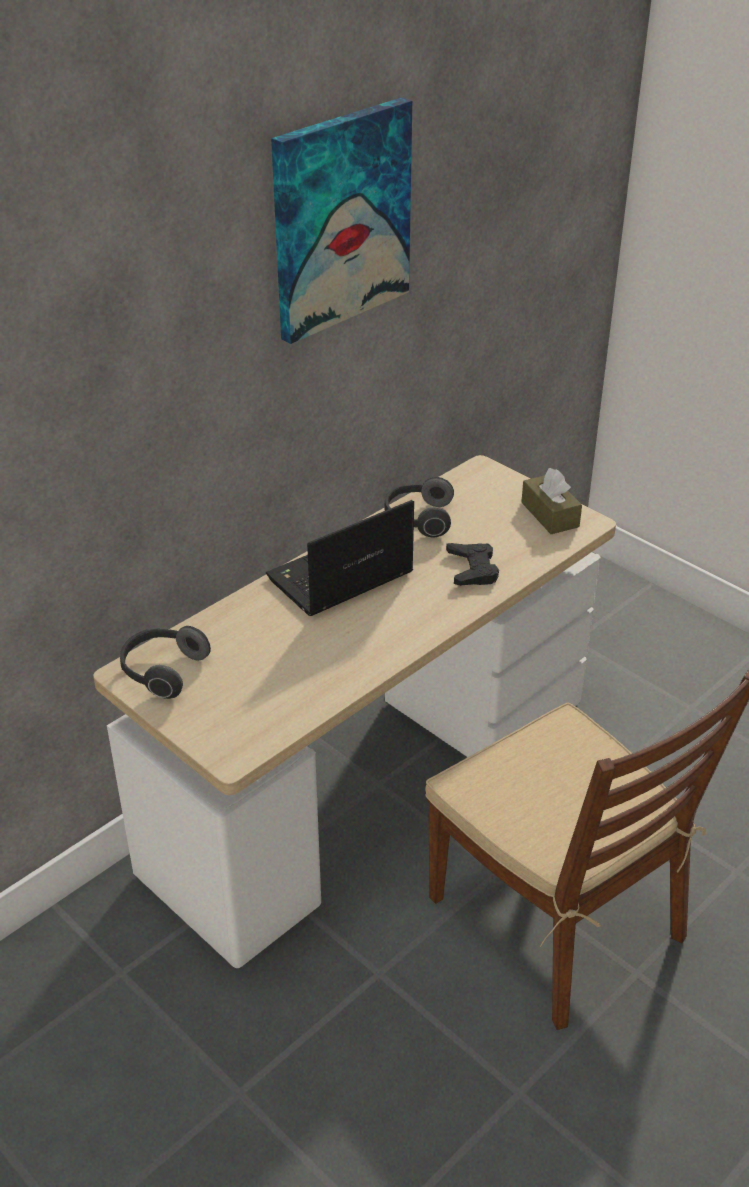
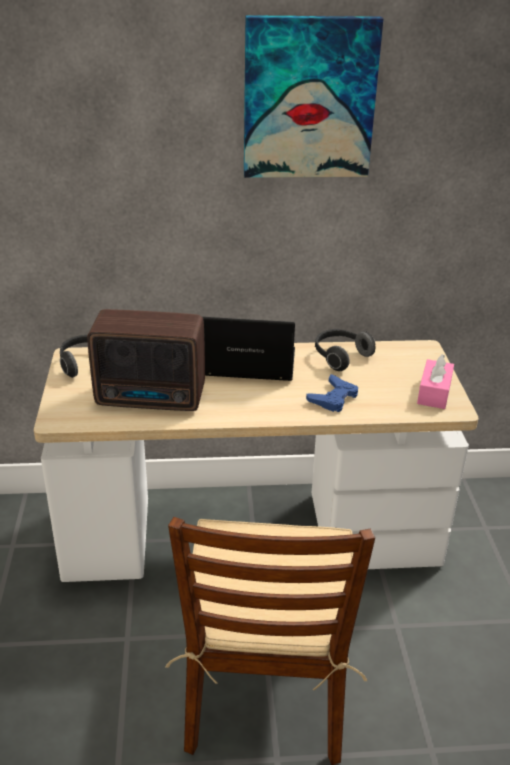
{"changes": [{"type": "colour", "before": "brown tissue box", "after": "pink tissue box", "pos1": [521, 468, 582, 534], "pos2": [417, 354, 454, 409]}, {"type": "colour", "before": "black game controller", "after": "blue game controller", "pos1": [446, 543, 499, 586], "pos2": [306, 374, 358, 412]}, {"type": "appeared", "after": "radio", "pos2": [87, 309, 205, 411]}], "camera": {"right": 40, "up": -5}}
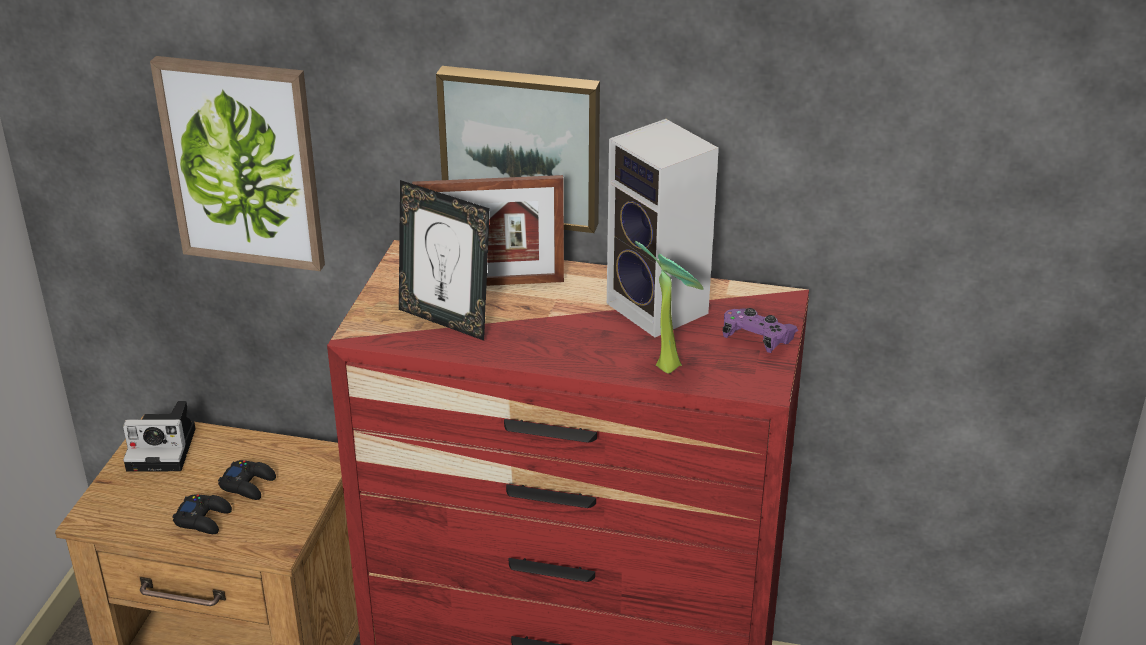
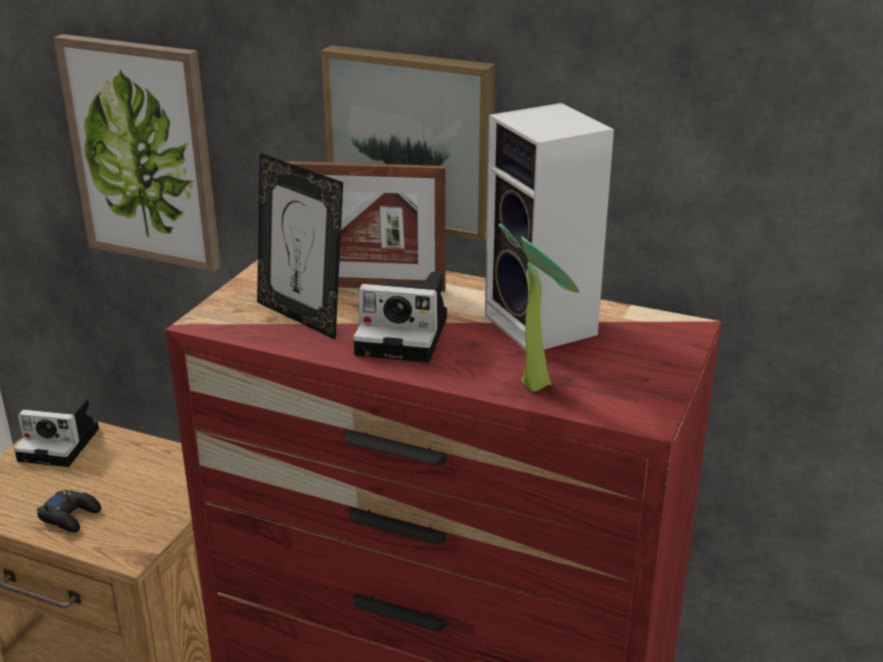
{"changes": [{"type": "missing", "before": "purple game controller", "pos1": [722, 308, 798, 353]}, {"type": "missing", "before": "black game controller", "pos1": [218, 460, 276, 500]}, {"type": "appeared", "after": "photo camera", "pos2": [353, 272, 447, 363]}], "camera": {"right": 10, "up": -5}}
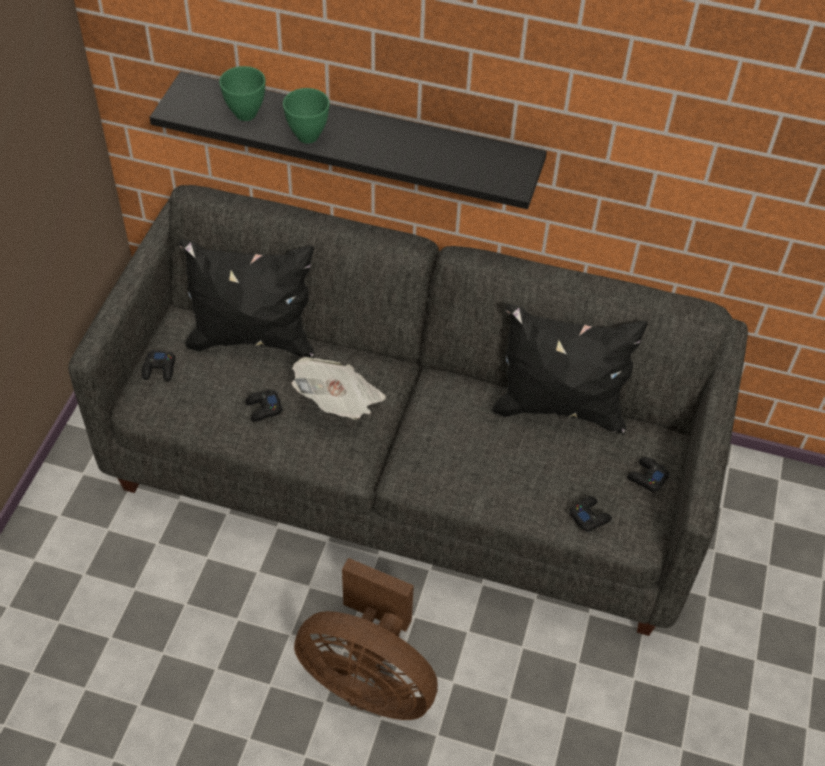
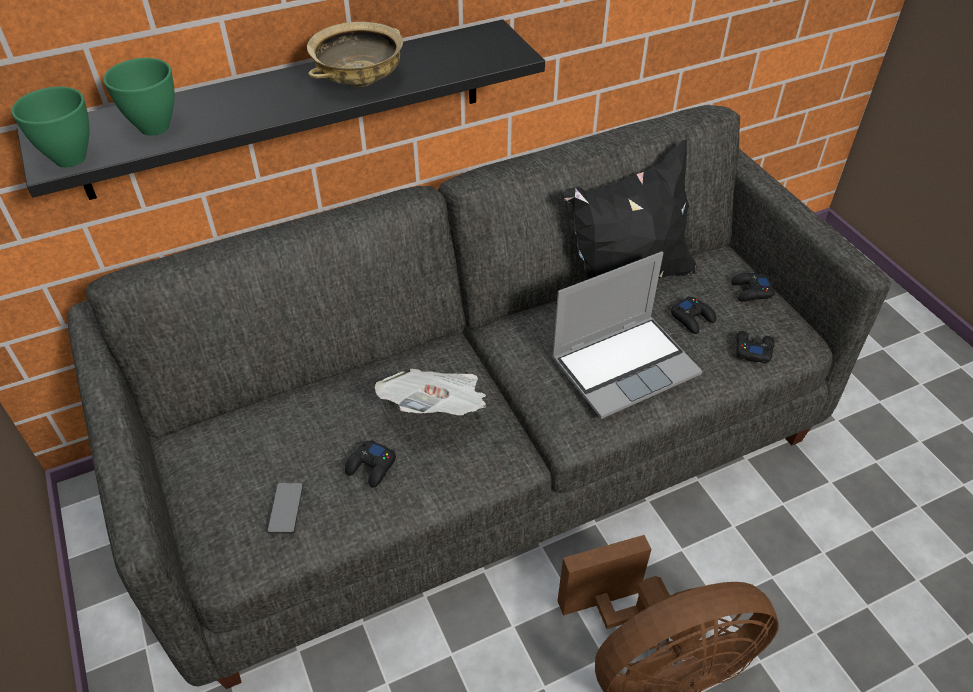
{"changes": [{"type": "relocated", "before": "green bowl", "pos1": [283, 88, 330, 144], "pos2": [11, 87, 90, 167]}, {"type": "missing", "before": "black pillow", "pos1": [178, 239, 315, 358]}, {"type": "relocated", "before": "black game controller", "pos1": [142, 350, 175, 382], "pos2": [671, 296, 716, 334]}, {"type": "appeared", "after": "beige bowl", "pos2": [307, 22, 403, 87]}, {"type": "appeared", "after": "laptop", "pos2": [552, 251, 702, 419]}, {"type": "appeared", "after": "phone", "pos2": [267, 482, 303, 534]}], "camera": {"right": -40, "up": -5}}
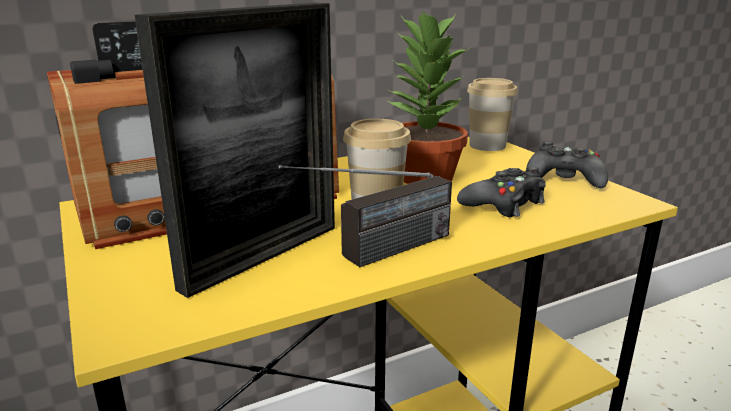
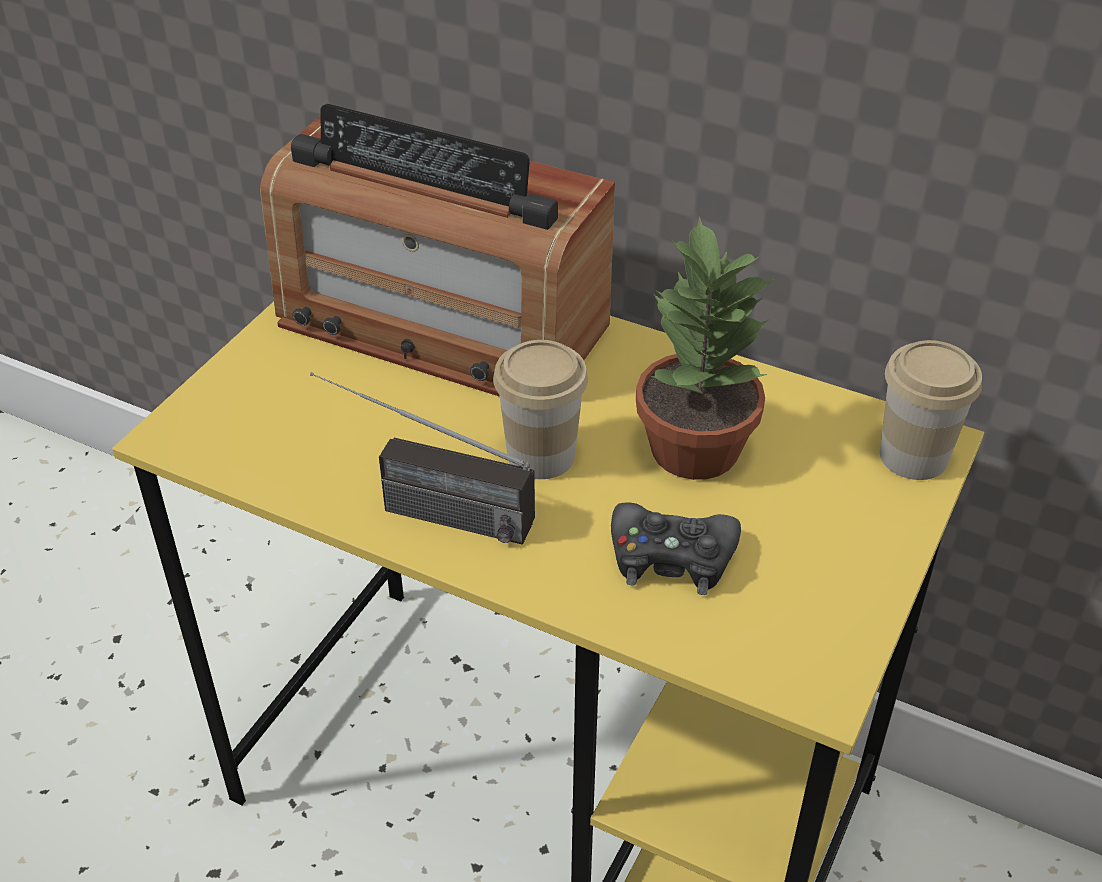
{"changes": [{"type": "missing", "before": "picture frame", "pos1": [135, 3, 335, 298]}, {"type": "missing", "before": "black game controller", "pos1": [526, 141, 608, 188]}], "camera": {"right": 55, "up": 20}}
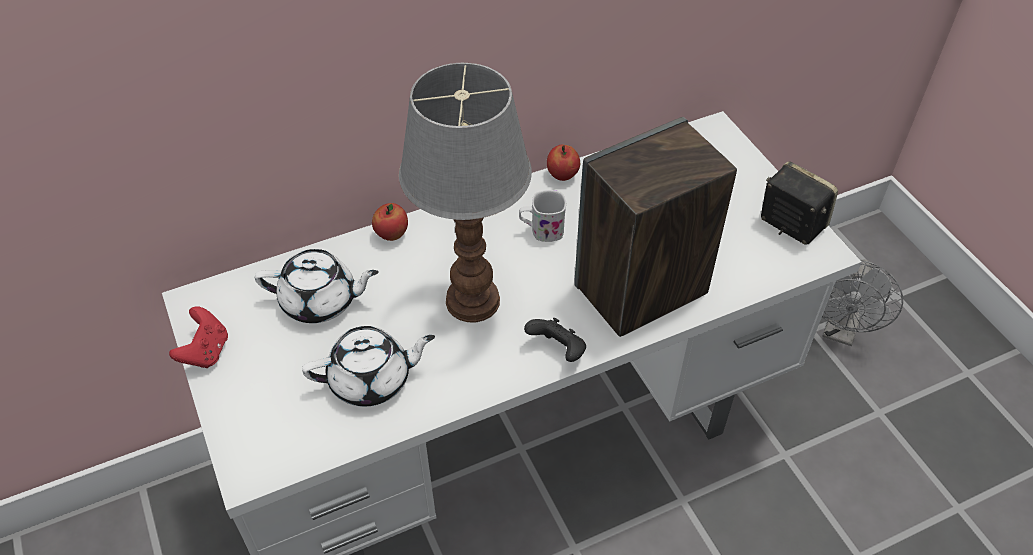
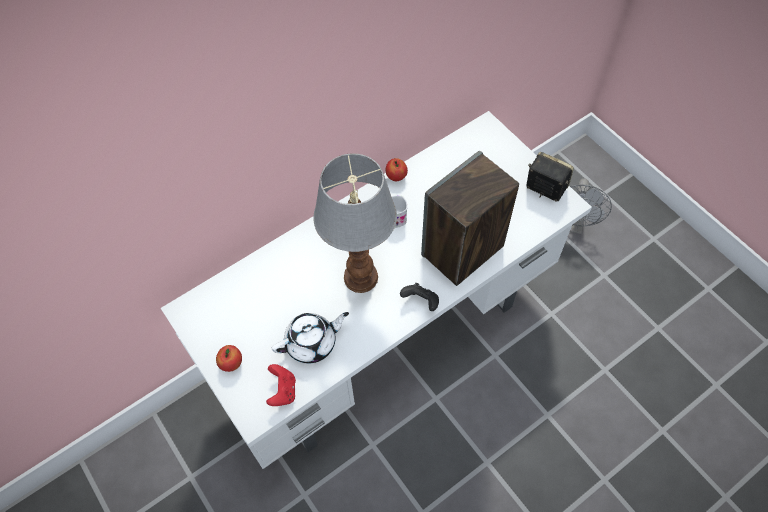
{"changes": [{"type": "relocated", "before": "apple", "pos1": [372, 203, 408, 241], "pos2": [216, 345, 242, 372]}, {"type": "missing", "before": "white teapot", "pos1": [255, 249, 379, 323]}, {"type": "relocated", "before": "red game controller", "pos1": [169, 306, 228, 368], "pos2": [266, 364, 296, 406]}], "camera": {"right": -10, "up": 10}}
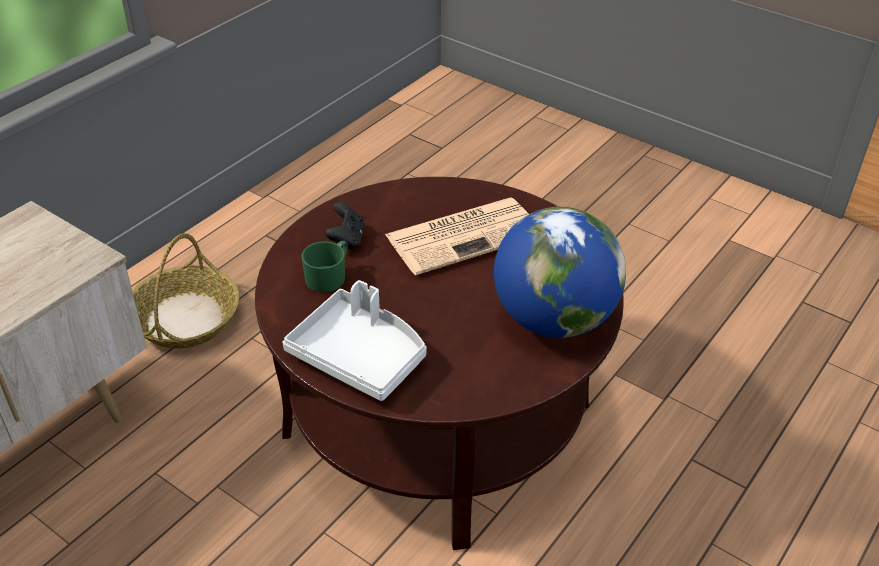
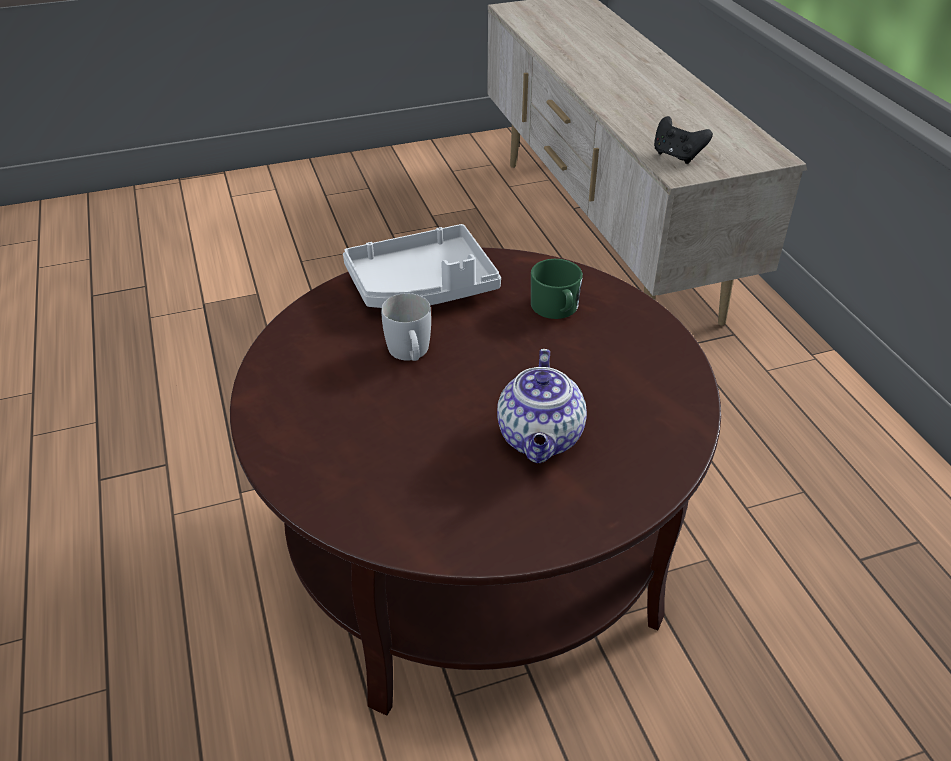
{"changes": [{"type": "exchanged", "before": "newspaper", "after": "teapot", "pos1": [385, 197, 529, 275], "pos2": [497, 349, 587, 463]}, {"type": "relocated", "before": "black game controller", "pos1": [325, 202, 365, 250], "pos2": [654, 116, 713, 164]}, {"type": "missing", "before": "globe", "pos1": [494, 207, 626, 338]}, {"type": "missing", "before": "basket", "pos1": [132, 233, 239, 349]}, {"type": "appeared", "after": "white mug", "pos2": [381, 293, 431, 361]}], "camera": {"right": 125, "up": 0}}
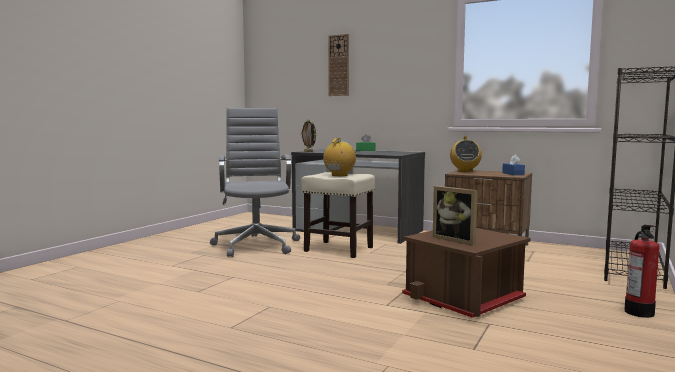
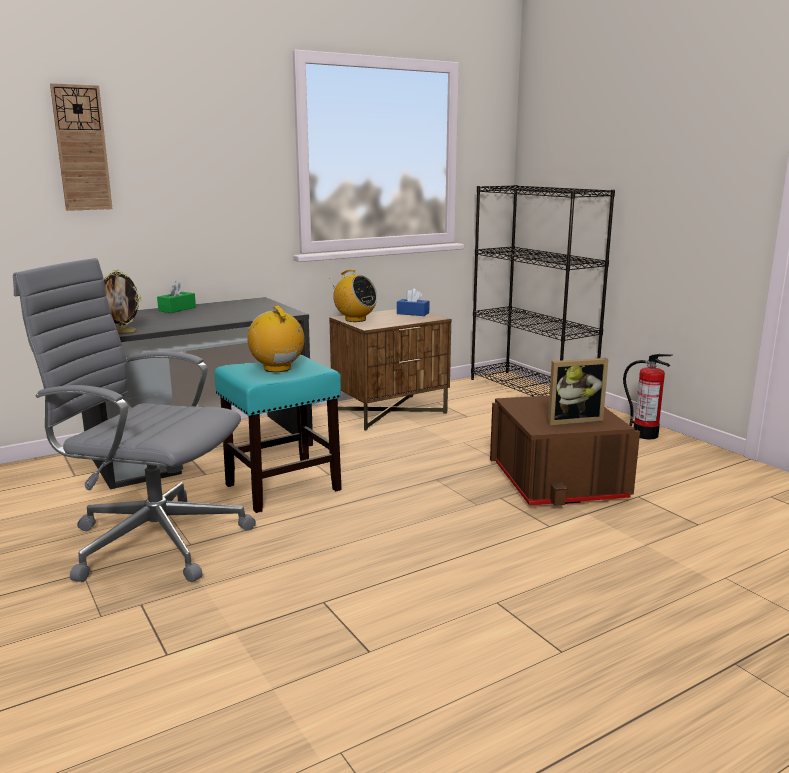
{"changes": [{"type": "colour", "before": "beige stool", "after": "turquoise stool", "pos1": [301, 172, 375, 258], "pos2": [214, 355, 342, 513]}], "camera": {"right": -60, "up": 10}}
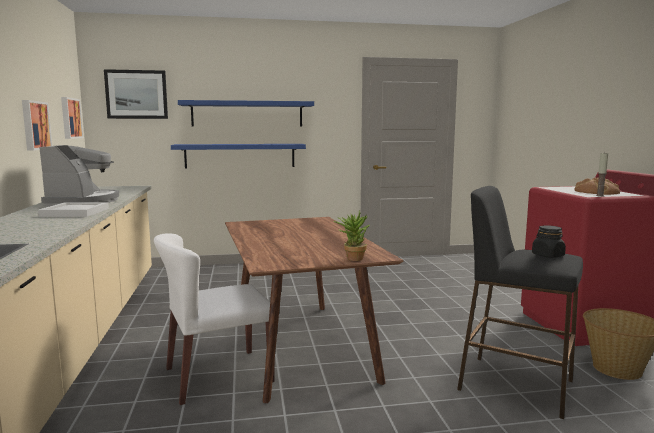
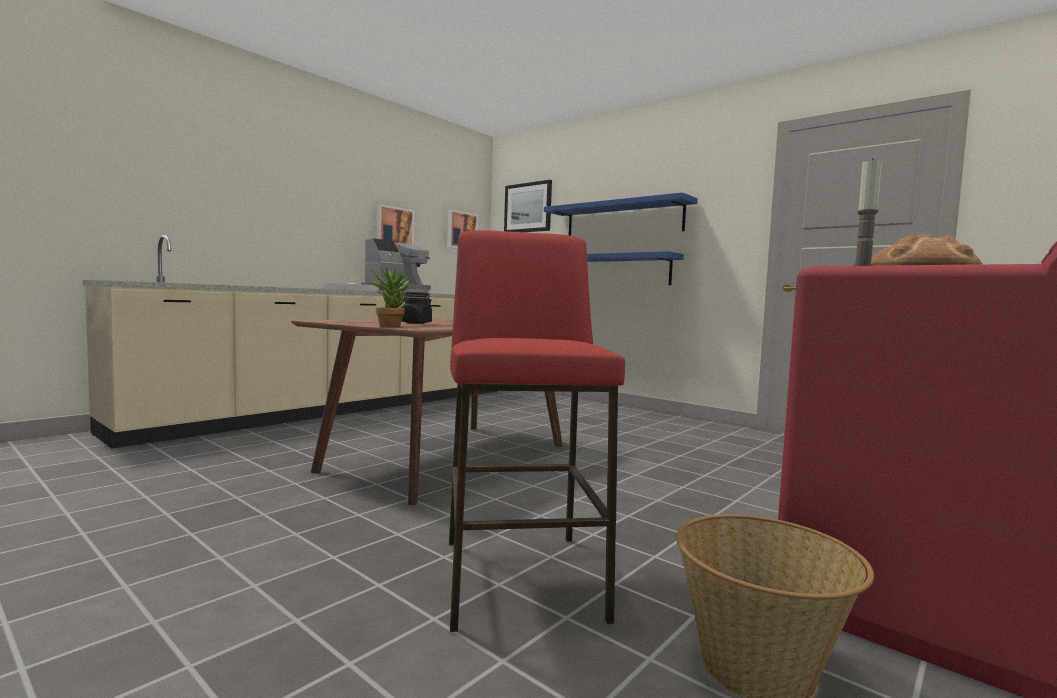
{"changes": [{"type": "colour", "before": "black stool", "after": "red stool", "pos1": [457, 186, 583, 419], "pos2": [449, 230, 625, 632]}, {"type": "relocated", "before": "black jar", "pos1": [532, 225, 566, 258], "pos2": [401, 292, 432, 324]}, {"type": "missing", "before": "white chair", "pos1": [154, 233, 275, 405]}], "camera": {"right": 50, "up": -5}}
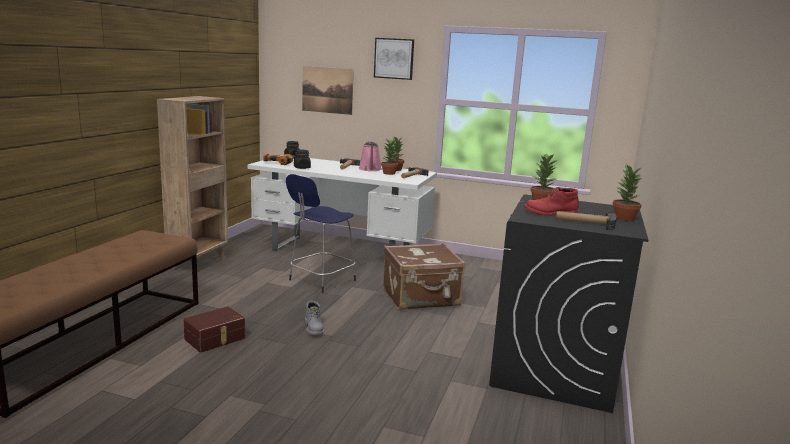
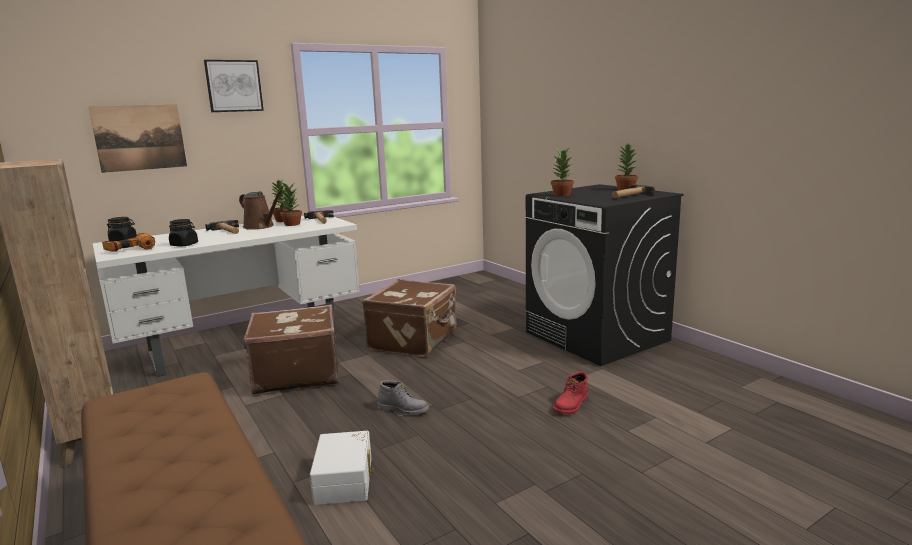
{"changes": [{"type": "colour", "before": "pink watering can", "after": "brown watering can", "pos1": [358, 142, 382, 171], "pos2": [239, 190, 282, 230]}, {"type": "exchanged", "before": "blue stool", "after": "brown suitcase", "pos1": [286, 174, 356, 293], "pos2": [243, 304, 338, 395]}, {"type": "relocated", "before": "red boot", "pos1": [524, 187, 579, 216], "pos2": [553, 372, 588, 414]}, {"type": "colour", "before": "brown storage box", "after": "white storage box", "pos1": [183, 306, 245, 353], "pos2": [310, 431, 374, 505]}], "camera": {"right": -50, "up": 0}}
